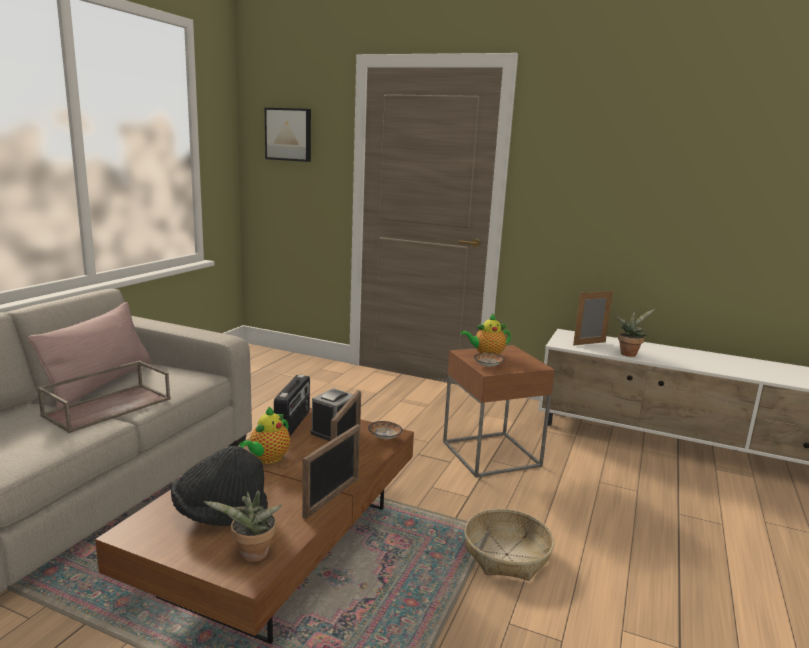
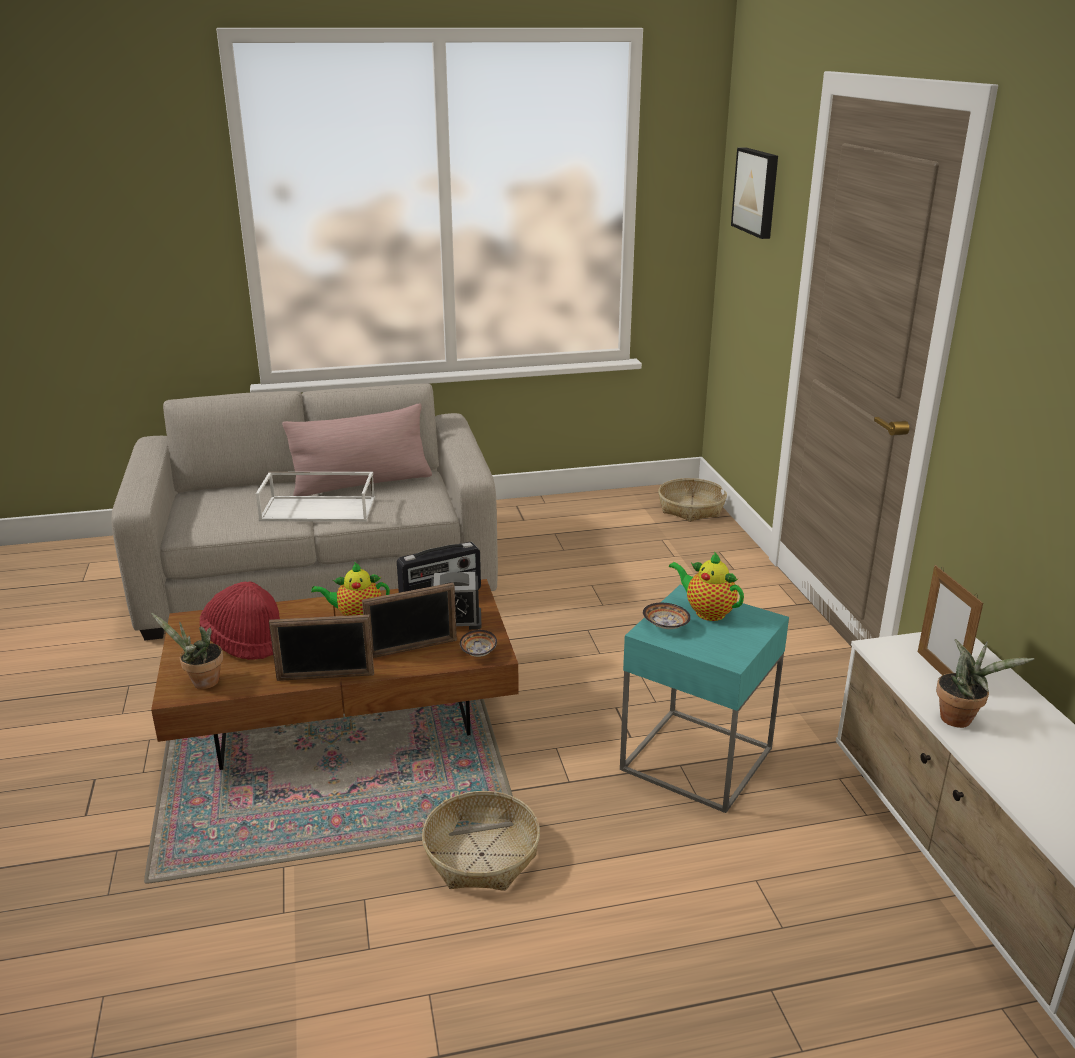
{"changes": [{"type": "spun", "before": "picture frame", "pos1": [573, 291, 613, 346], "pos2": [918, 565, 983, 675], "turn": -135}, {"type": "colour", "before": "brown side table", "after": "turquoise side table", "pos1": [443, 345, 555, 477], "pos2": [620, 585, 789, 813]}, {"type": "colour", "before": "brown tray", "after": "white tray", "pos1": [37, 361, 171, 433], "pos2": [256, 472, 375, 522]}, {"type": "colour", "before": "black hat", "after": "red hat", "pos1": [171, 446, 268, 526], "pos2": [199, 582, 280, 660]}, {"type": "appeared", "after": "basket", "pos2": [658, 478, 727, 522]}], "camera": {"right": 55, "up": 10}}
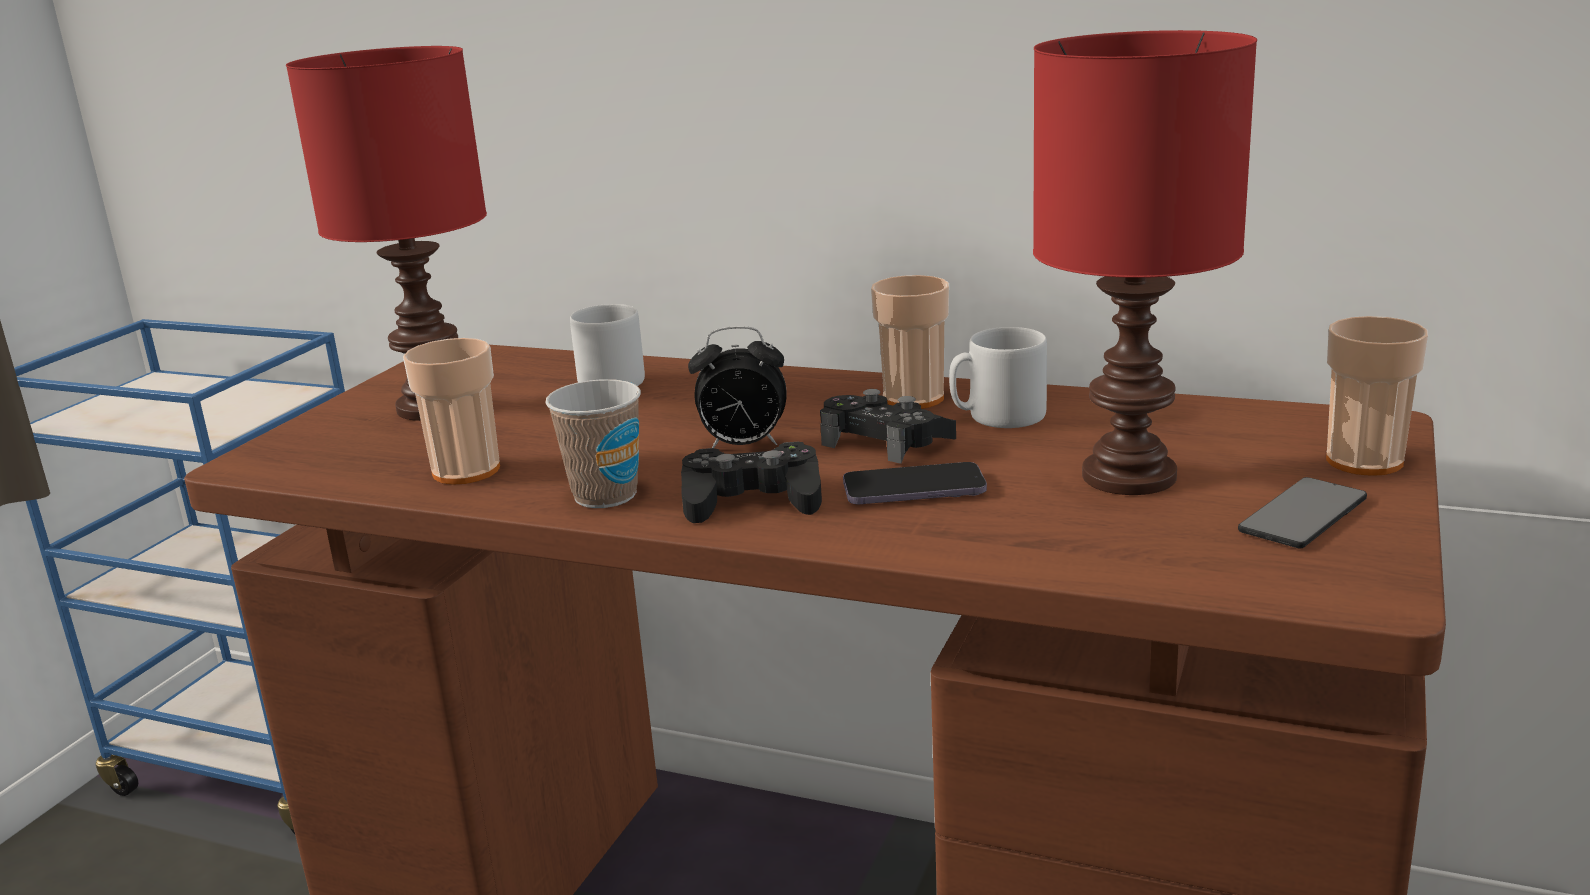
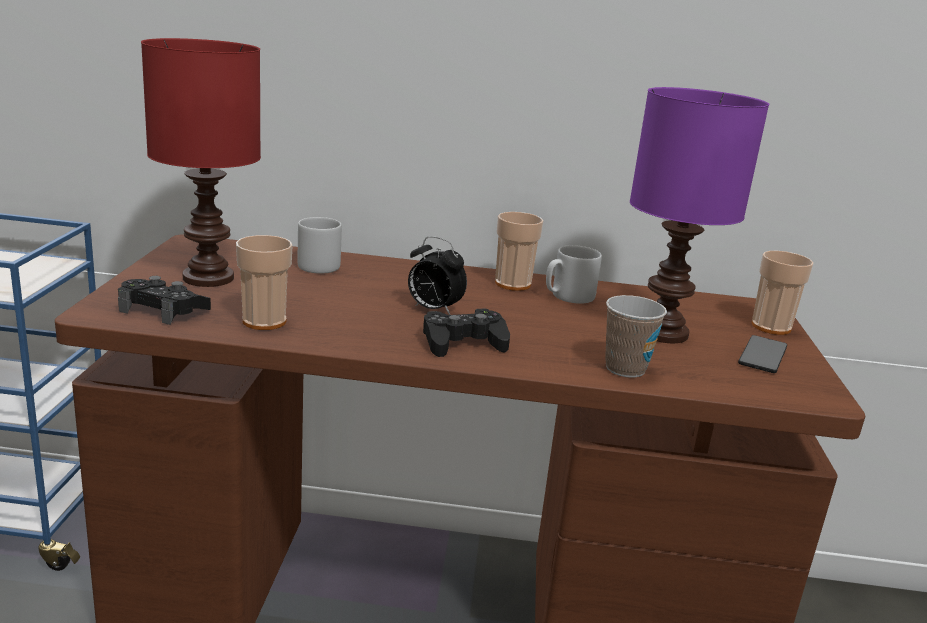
{"changes": [{"type": "colour", "before": "red table lamp", "after": "purple table lamp", "pos1": [1033, 30, 1257, 495], "pos2": [630, 87, 769, 343]}, {"type": "spun", "before": "alarm clock", "pos1": [688, 326, 787, 448], "pos2": [408, 236, 467, 315], "turn": 45}, {"type": "relocated", "before": "cup", "pos1": [545, 379, 641, 508], "pos2": [605, 295, 667, 378]}, {"type": "relocated", "before": "black game controller", "pos1": [820, 389, 956, 464], "pos2": [118, 276, 211, 325]}, {"type": "missing", "before": "phone", "pos1": [843, 462, 987, 504]}], "camera": {"right": -20, "up": 0}}
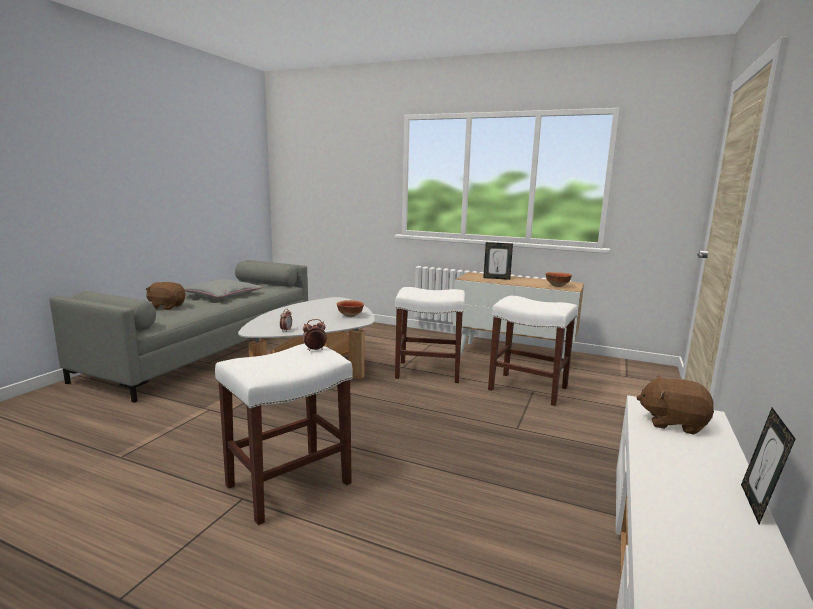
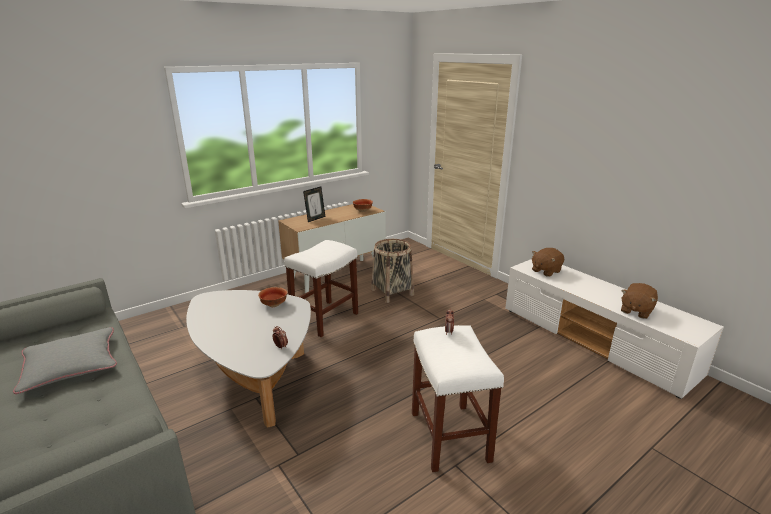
{"changes": [{"type": "relocated", "before": "brown plush toy", "pos1": [146, 282, 185, 310], "pos2": [621, 283, 658, 319]}, {"type": "exchanged", "before": "white stool", "after": "basket", "pos1": [488, 296, 578, 406], "pos2": [371, 239, 414, 303]}, {"type": "missing", "before": "picture frame", "pos1": [741, 408, 795, 524]}], "camera": {"right": -60, "up": 10}}
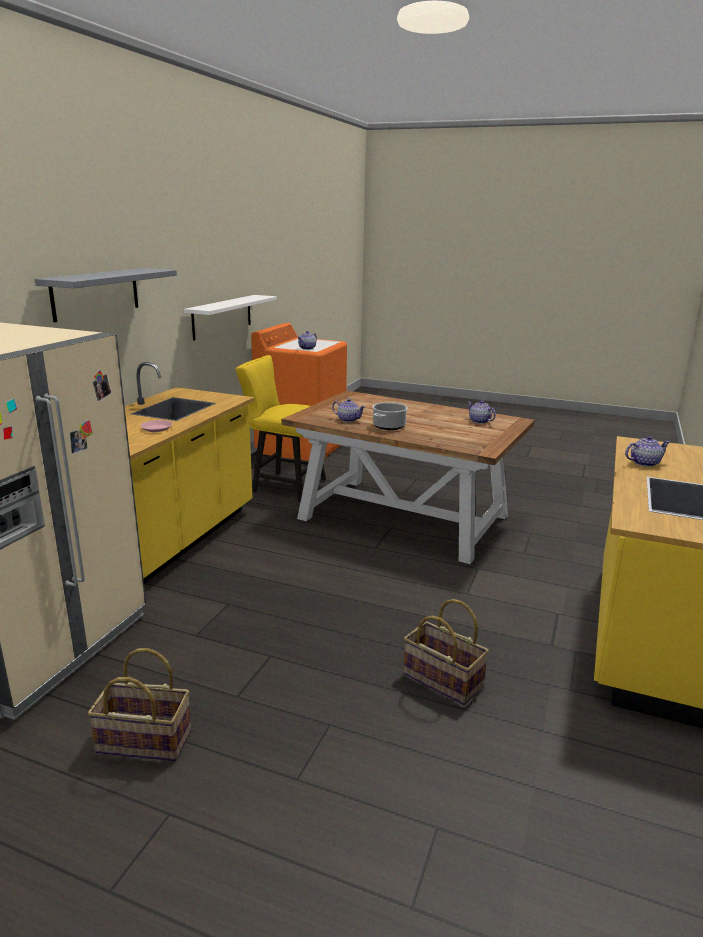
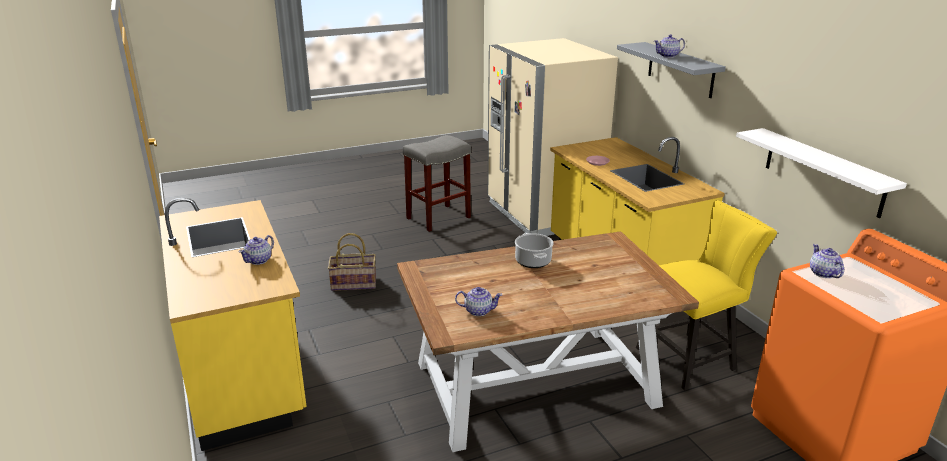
{"changes": [{"type": "relocated", "before": "teapot", "pos1": [332, 399, 365, 422], "pos2": [654, 34, 685, 58]}, {"type": "exchanged", "before": "basket", "after": "grey stool", "pos1": [87, 648, 191, 761], "pos2": [403, 135, 471, 232]}], "camera": {"right": 135, "up": 5}}
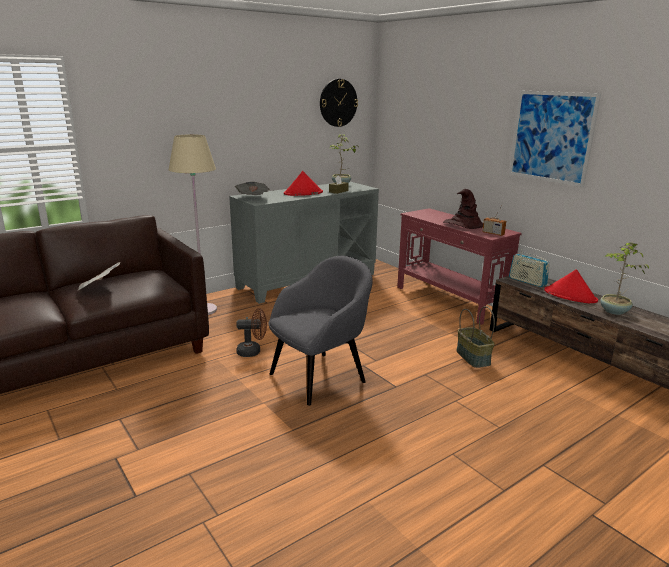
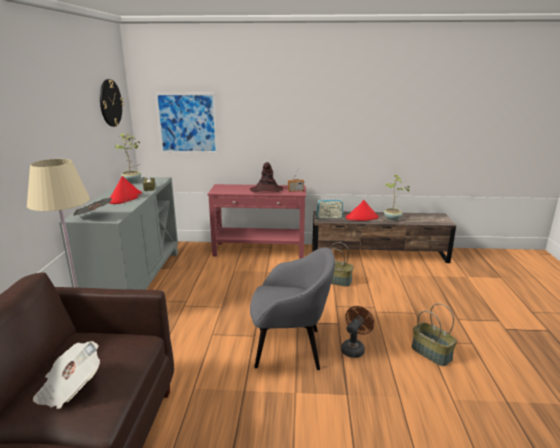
{"changes": [{"type": "relocated", "before": "picture", "pos1": [509, 91, 601, 187], "pos2": [155, 93, 218, 153]}, {"type": "spun", "before": "grey armchair", "pos1": [269, 256, 373, 406], "pos2": [250, 248, 335, 370], "turn": 90}, {"type": "relocated", "before": "brown fan", "pos1": [236, 308, 267, 357], "pos2": [341, 306, 374, 358]}, {"type": "appeared", "after": "basket", "pos2": [412, 303, 457, 366]}], "camera": {"right": -50, "up": 0}}
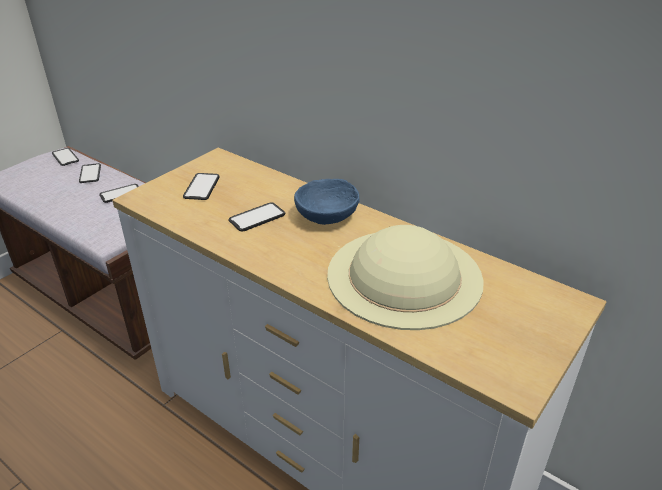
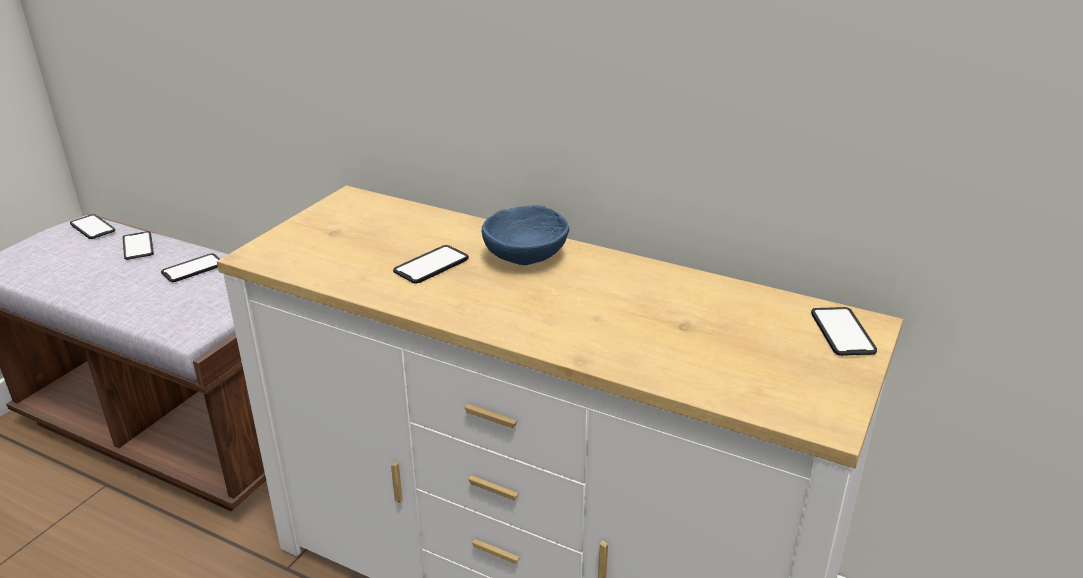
{"changes": [{"type": "relocated", "before": "phone", "pos1": [183, 173, 220, 200], "pos2": [811, 307, 877, 356]}, {"type": "missing", "before": "beige hat", "pos1": [327, 225, 484, 330]}], "camera": {"right": -10, "up": -5}}
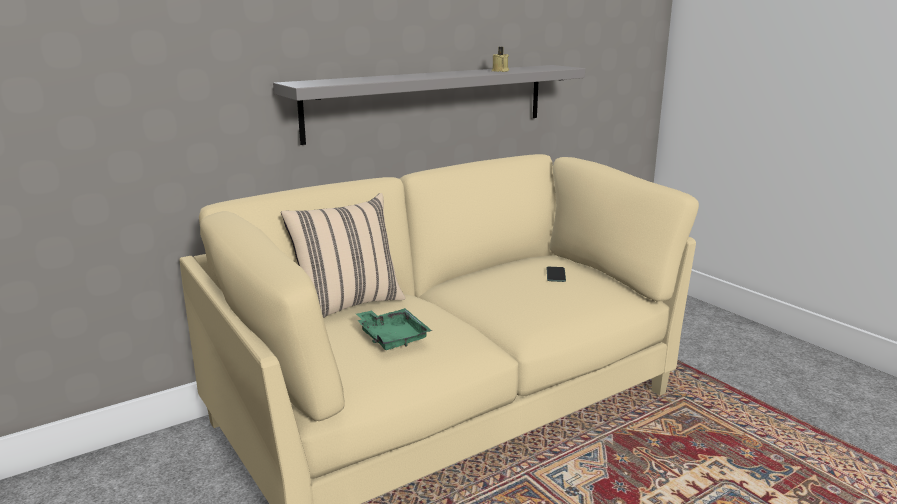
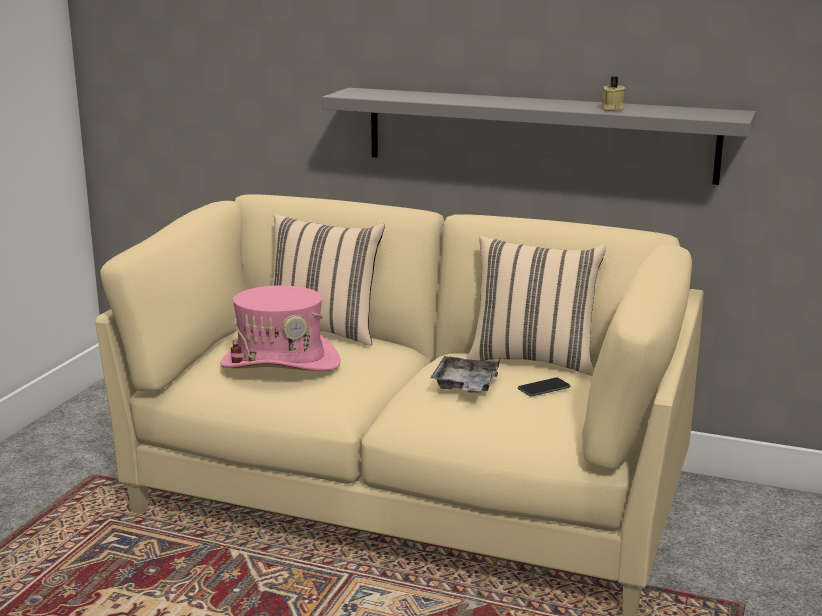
{"changes": [{"type": "exchanged", "before": "green tray", "after": "pink hat", "pos1": [356, 308, 432, 350], "pos2": [220, 286, 341, 371]}, {"type": "appeared", "after": "beige pillow", "pos2": [467, 236, 606, 376]}, {"type": "appeared", "after": "grey tray", "pos2": [430, 356, 500, 393]}], "camera": {"right": 55, "up": 0}}
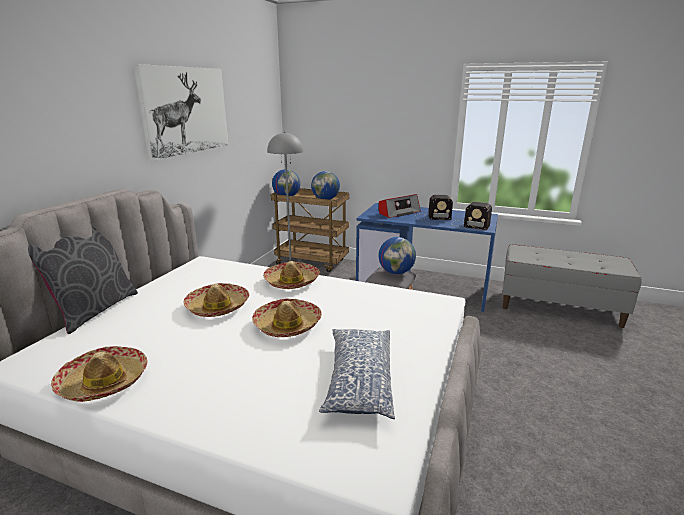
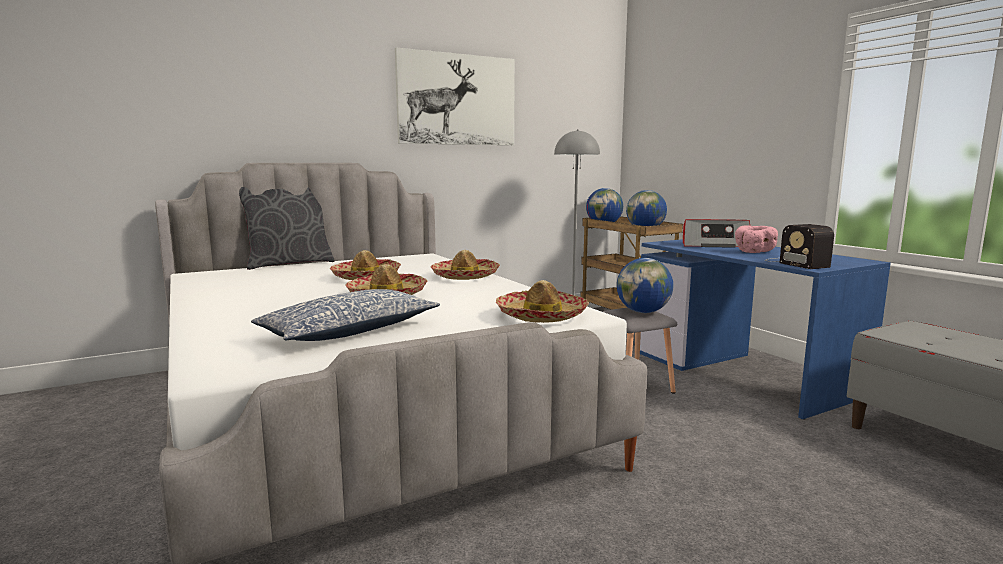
{"changes": [{"type": "exchanged", "before": "radio", "after": "pink bowl", "pos1": [416, 195, 453, 220], "pos2": [735, 225, 778, 253]}, {"type": "relocated", "before": "hat", "pos1": [51, 346, 148, 402], "pos2": [496, 280, 589, 323]}], "camera": {"right": 40, "up": -10}}
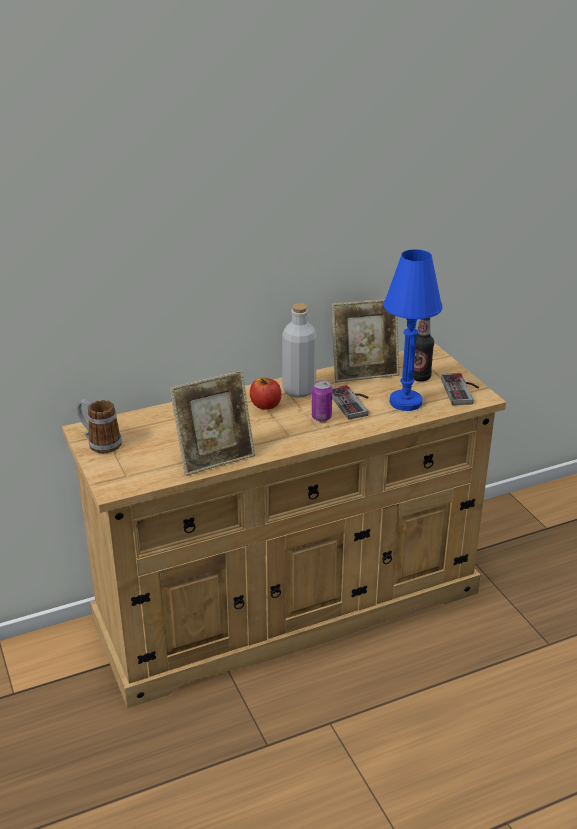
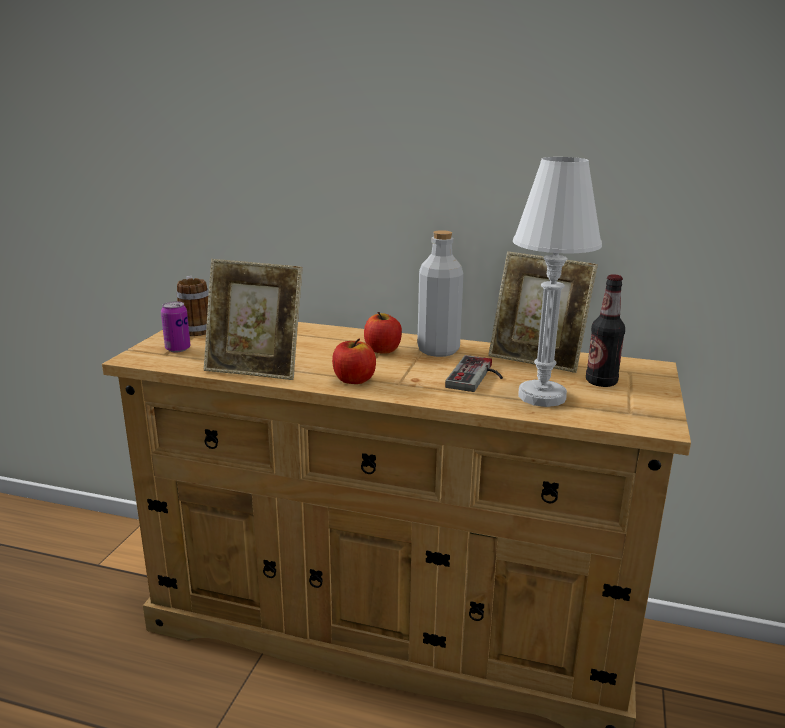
{"changes": [{"type": "colour", "before": "blue table lamp", "after": "white table lamp", "pos1": [384, 249, 443, 411], "pos2": [513, 157, 602, 407]}, {"type": "missing", "before": "game controller", "pos1": [441, 373, 479, 405]}, {"type": "relocated", "before": "can", "pos1": [312, 380, 332, 421], "pos2": [161, 301, 191, 352]}, {"type": "appeared", "after": "apple", "pos2": [332, 339, 376, 384]}], "camera": {"right": 40, "up": -10}}
